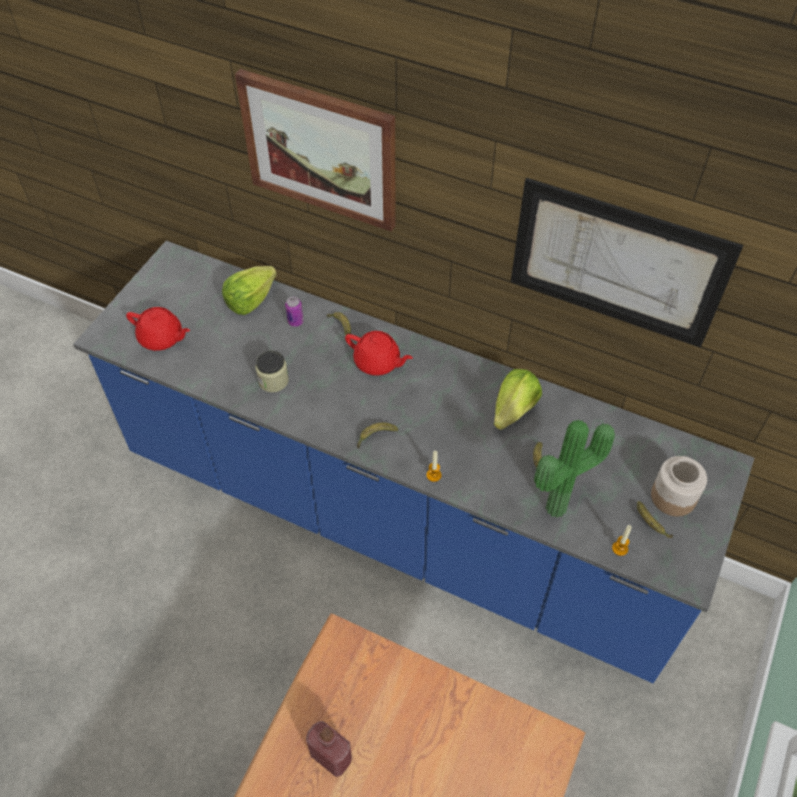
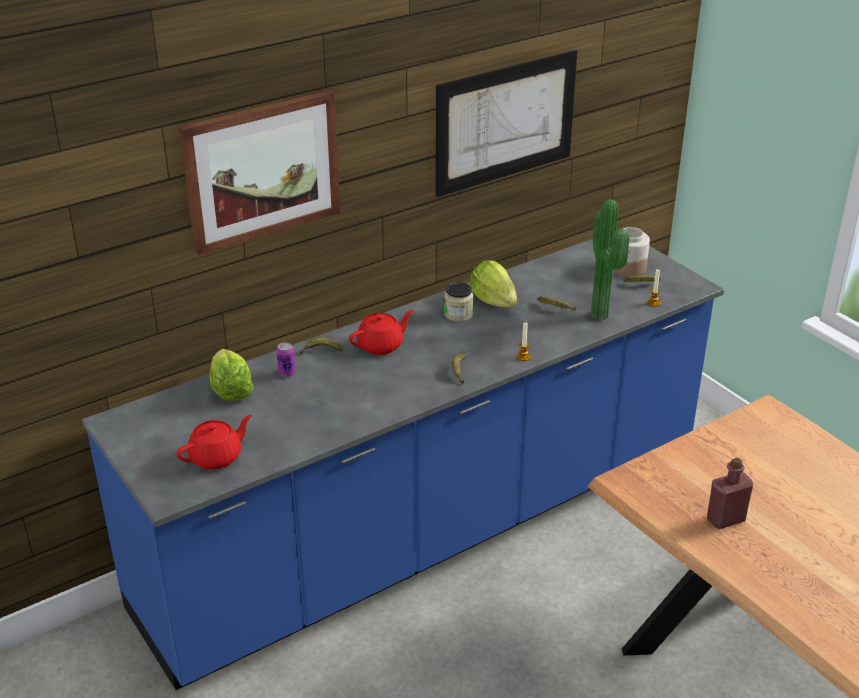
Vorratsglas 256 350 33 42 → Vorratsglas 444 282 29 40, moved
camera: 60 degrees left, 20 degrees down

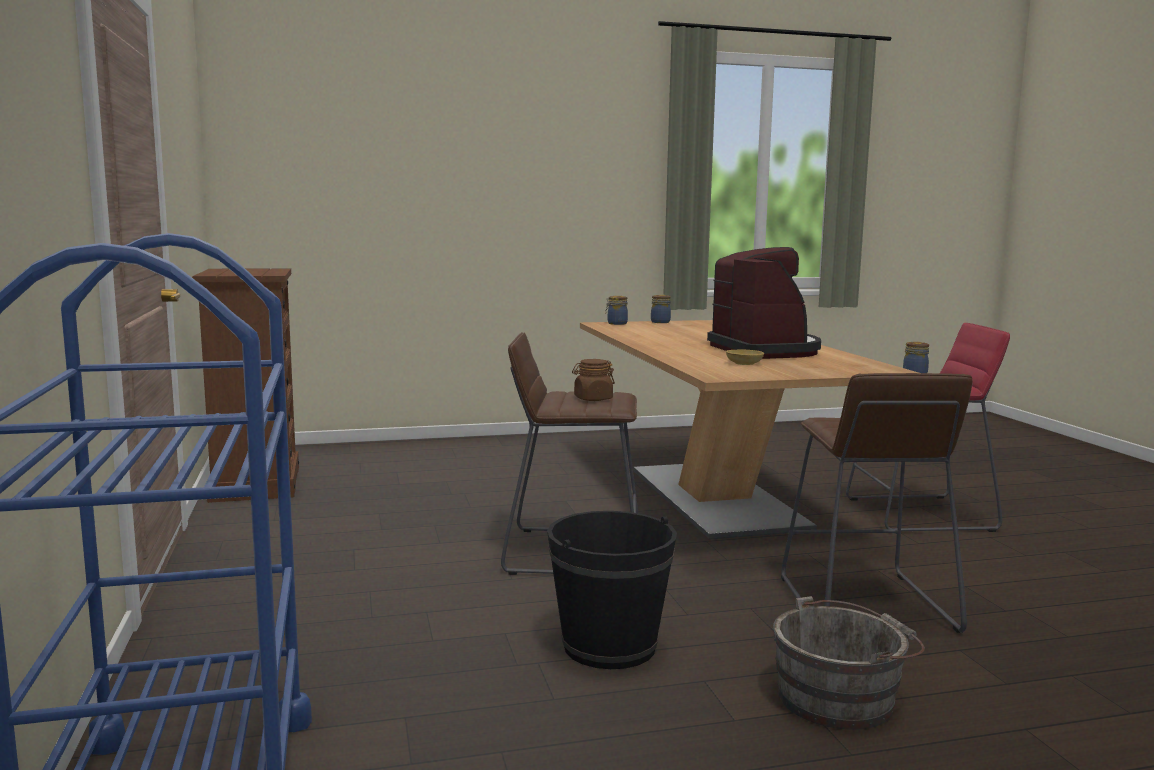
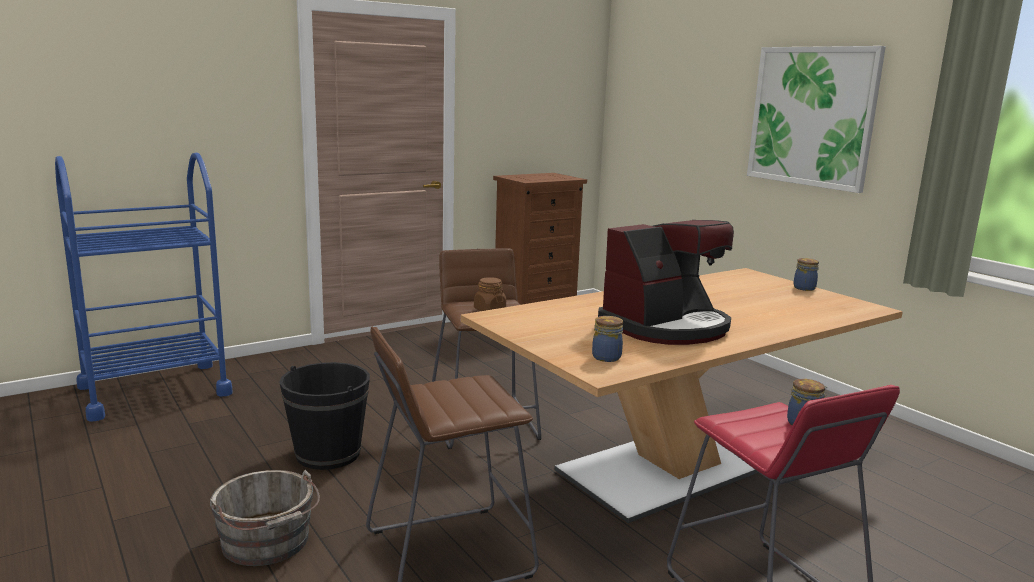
Vorratsglas 605 296 23 29 → Vorratsglas 592 316 31 46, moved
Schüssel (beige) 726 350 38 15 → -
- → Bild 747 46 139 147
camera: 70 degrees right, 5 degrees up

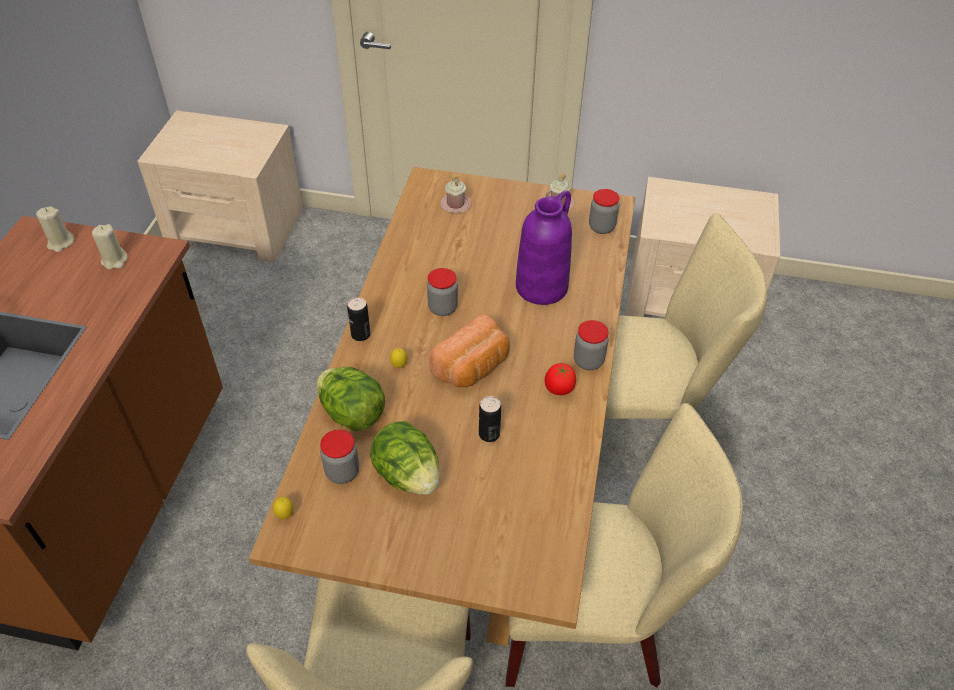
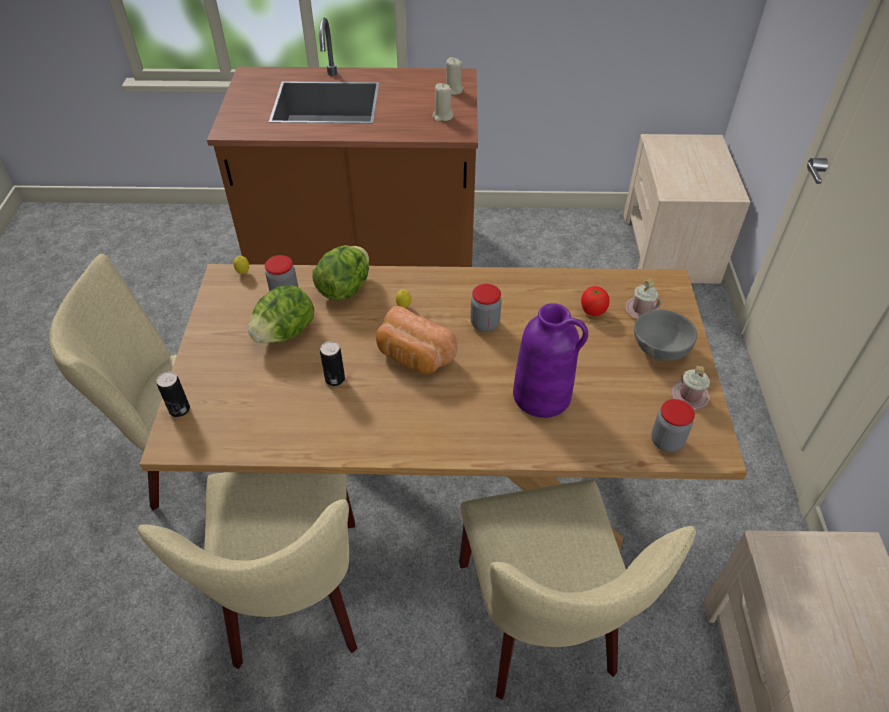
Dose 347 297 23 44 → Dose 157 371 33 46, moved
Vorratsglas 574 320 35 50 → -
Tomate 545 363 31 32 → Tomate 581 286 28 30, moved
- → Schüssel (grau) 634 310 63 51
camera: 80 degrees right, 0 degrees up

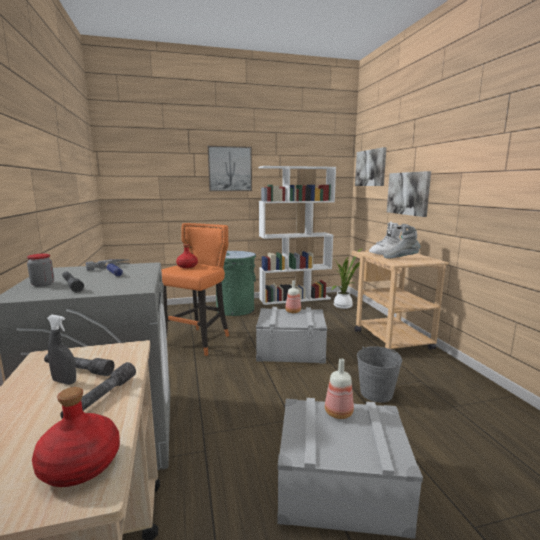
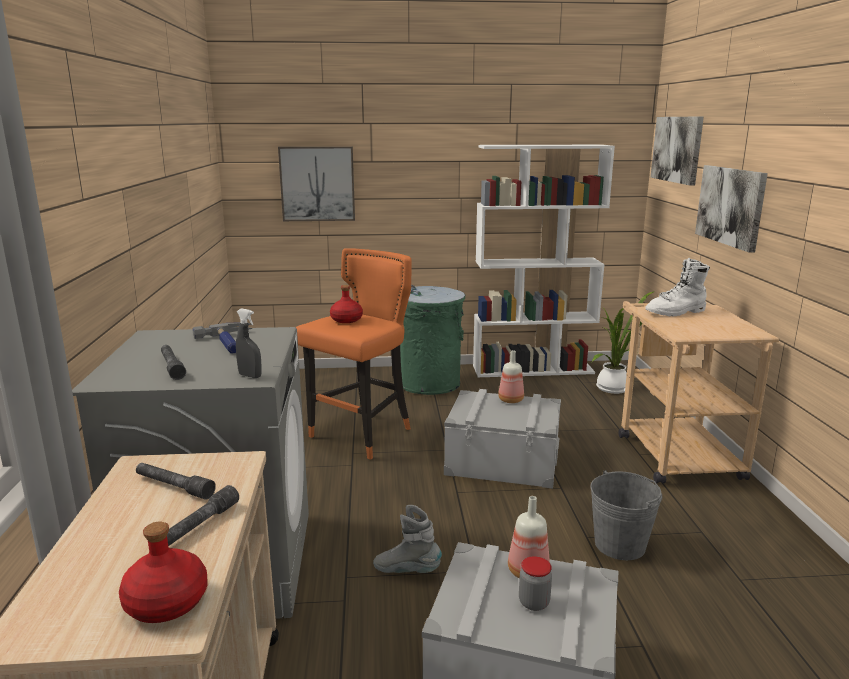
Bild 208 146 44 45 → Bild 278 146 77 75, moved
Stiefel (grau) 383 224 37 35 → Stiefel (grau) 373 505 69 68, moved
Vorratsglas 27 254 27 33 → Vorratsglas 519 556 33 55, moved
Sprühflasche (grau) 47 315 29 69 → Sprühflasche (grau) 236 308 26 70, moved
camera: 10 degrees right, 5 degrees up

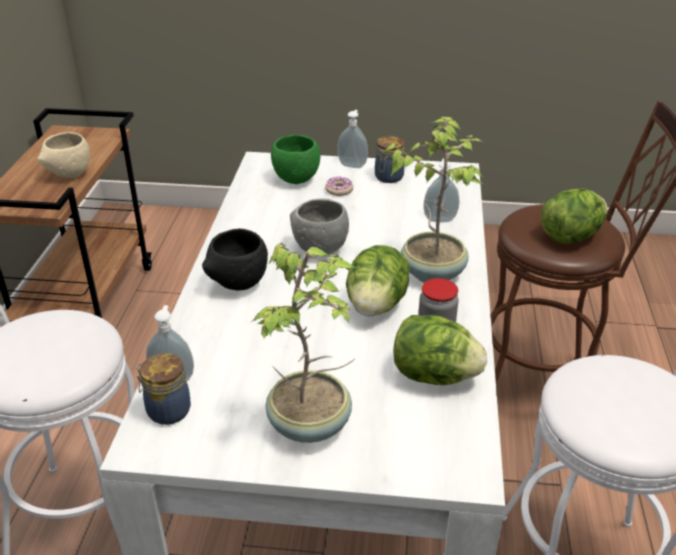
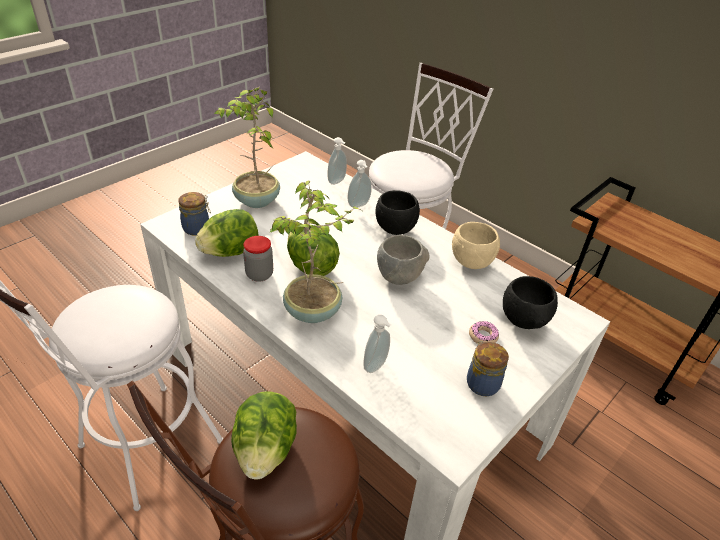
Seifenspender 337 110 31 58 → Seifenspender 348 160 24 48, moved
Schüssel (beige) 38 132 52 46 → Schüssel (beige) 452 222 48 47, moved
Schüssel (grün) 271 135 49 49 → Schüssel (schwarz) 503 276 55 53
Vorratsglas 136 353 55 72 → Vorratsglas 178 192 33 44, moved
camera: 125 degrees right, 5 degrees up

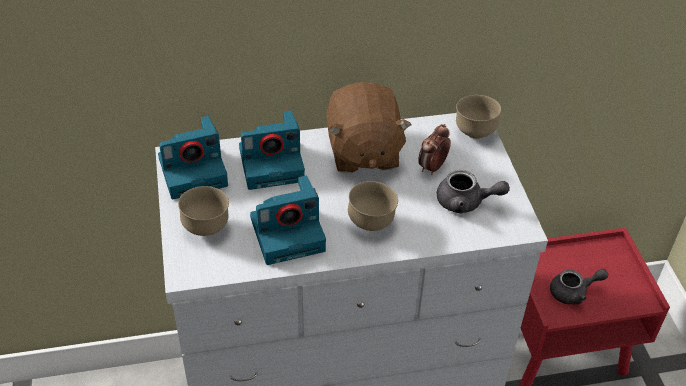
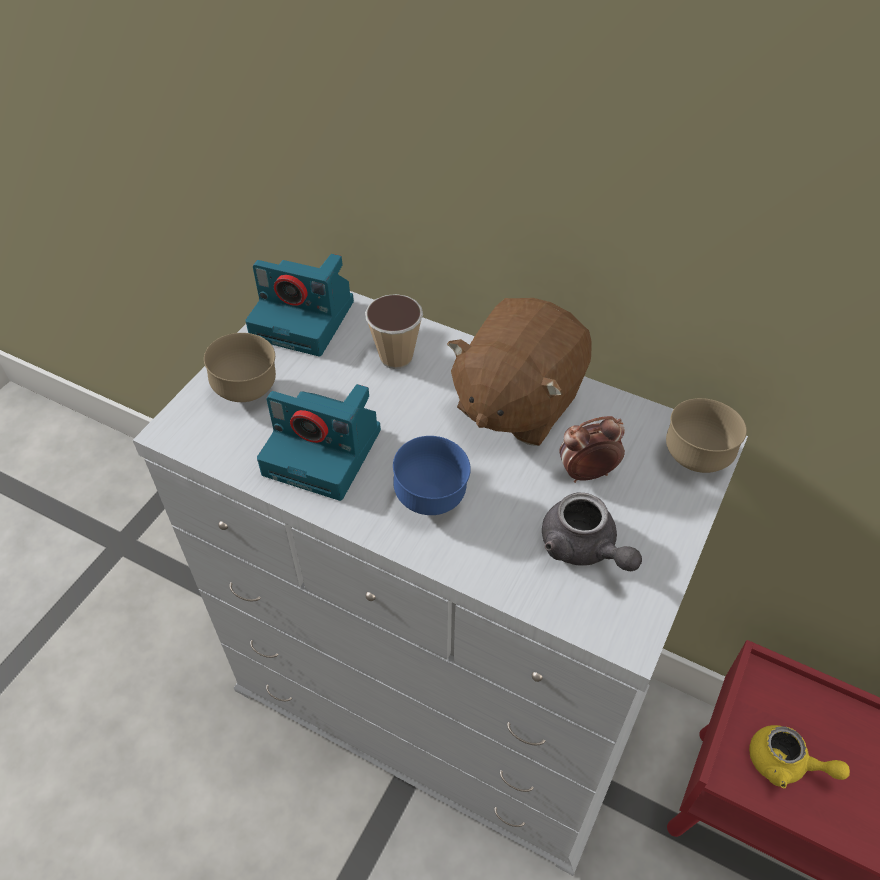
Kamera 239 110 66 80 → Tasse 365 294 58 75
Schüssel (braun) 348 181 50 50 → Schüssel (blau) 393 436 78 79
Teekanne (grau) 550 269 58 36 → Teekanne (gelb) 749 725 101 63
camera: 40 degrees right, 5 degrees up

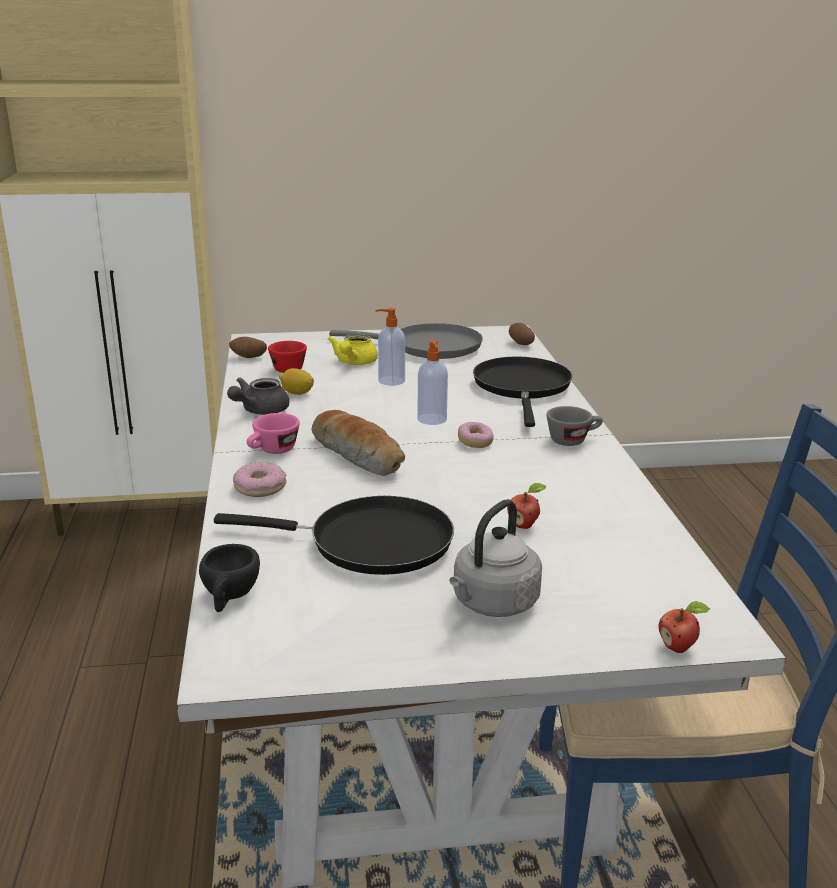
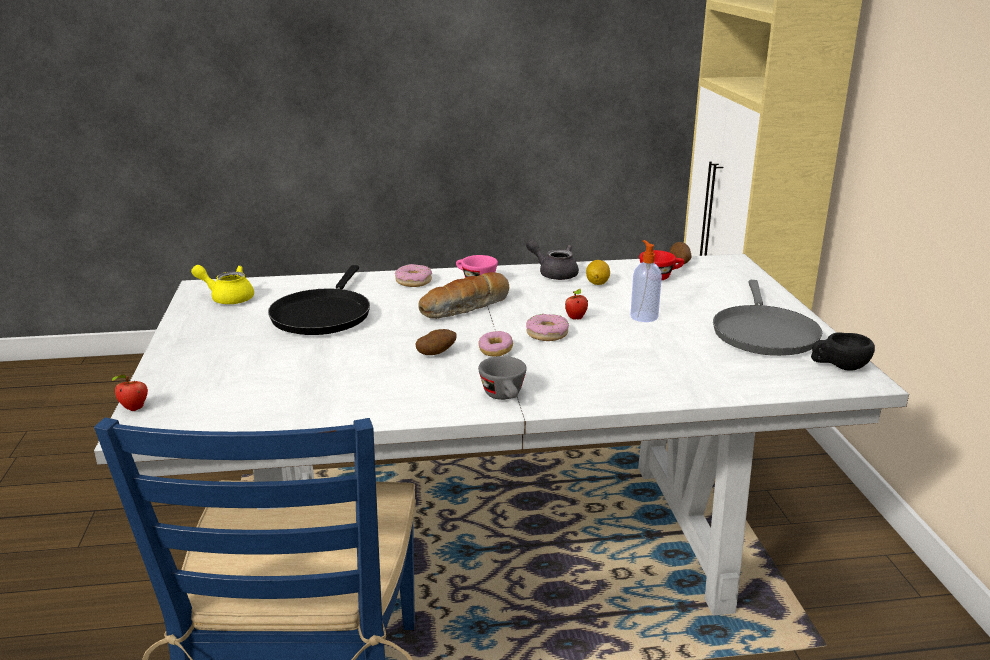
Kartoffel 509 323 26 22 → Kartoffel 416 329 41 26, moved
Teekanne (gelb) 328 334 50 31 → Teekanne (gelb) 191 265 63 39, moved
Seifenspender 417 340 31 85 → Donut 526 314 43 27
Pfanne (schwarz) 473 357 99 70 → -
Apfel 507 483 39 46 → Apfel 565 289 23 30, moved
Wasserkessel (grau) 450 499 92 118 → -
Tasse (schwarz) 199 544 61 68 → Tasse (schwarz) 811 333 64 38, moved
camera: 90 degrees right, 0 degrees up

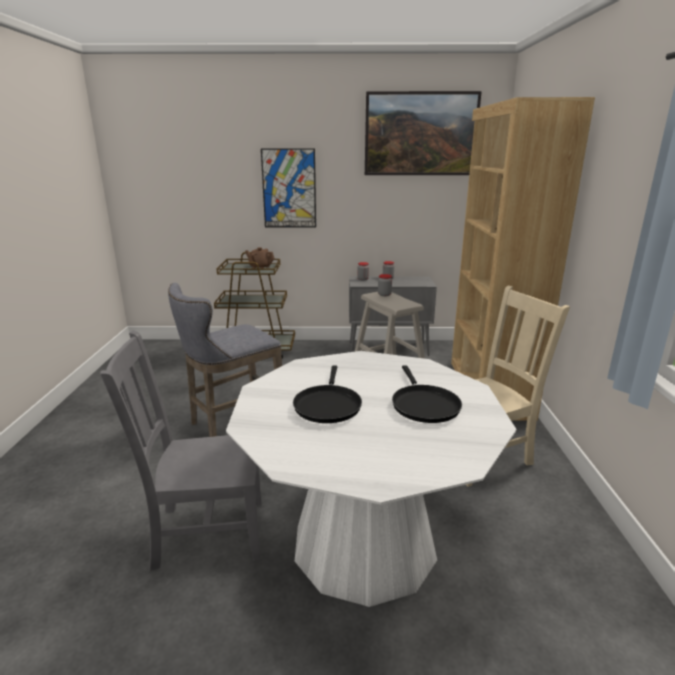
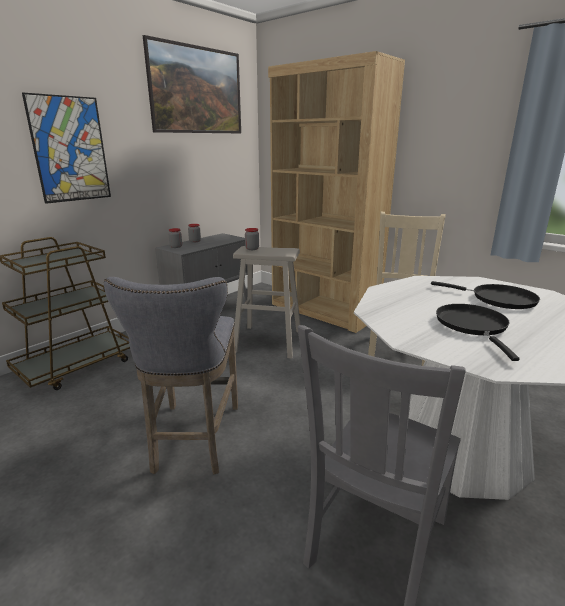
Teekanne (braun) 245 247 29 22 → -
Pfanne (schwarz) 293 365 69 58 → Pfanne (schwarz) 436 304 83 57, 135 degrees counterclockwise
camera: 50 degrees left, 0 degrees up

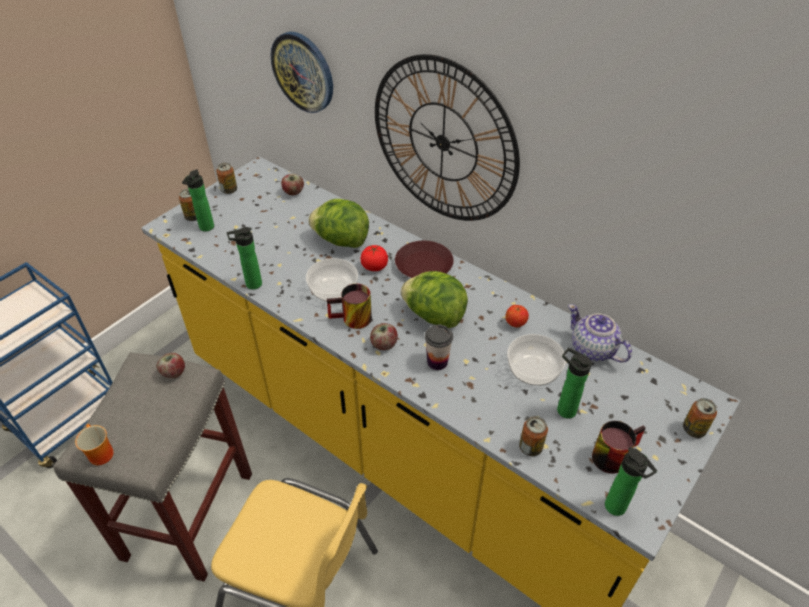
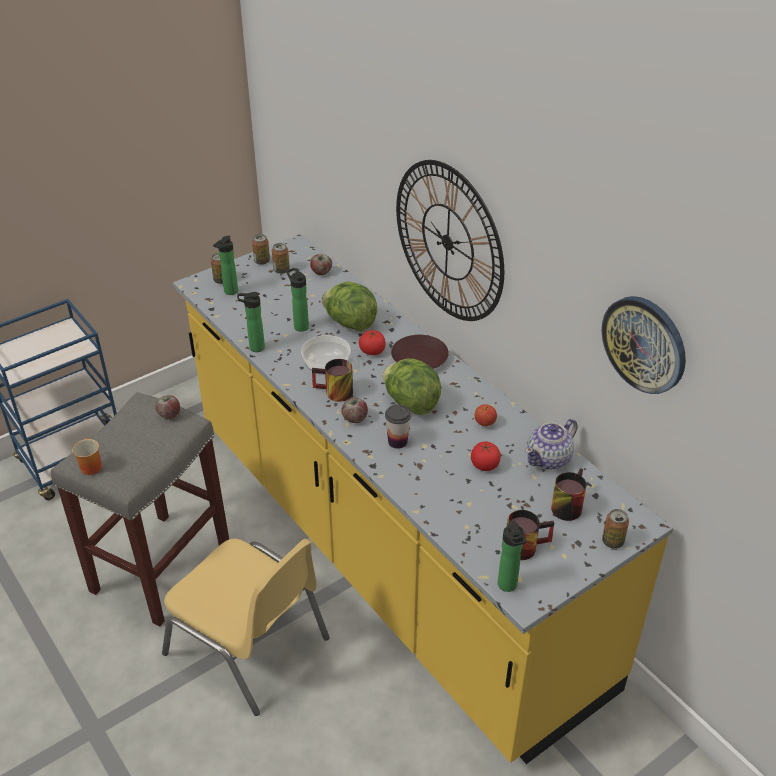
Wanduhr 271 32 62 81 → Wanduhr 602 296 84 98, moved
Teekanne 568 304 64 59 → Teekanne 525 419 52 51, 105 degrees counterclockwise
Schüssel 507 334 59 52 → Tomate 471 442 30 29
Flasche 557 348 35 71 → Flasche 286 268 23 64, moved
Dose 519 416 29 40 → Dose 272 243 18 31, moved
- → Henkelbecher 551 468 36 53
camera: 15 degrees right, 5 degrees down

